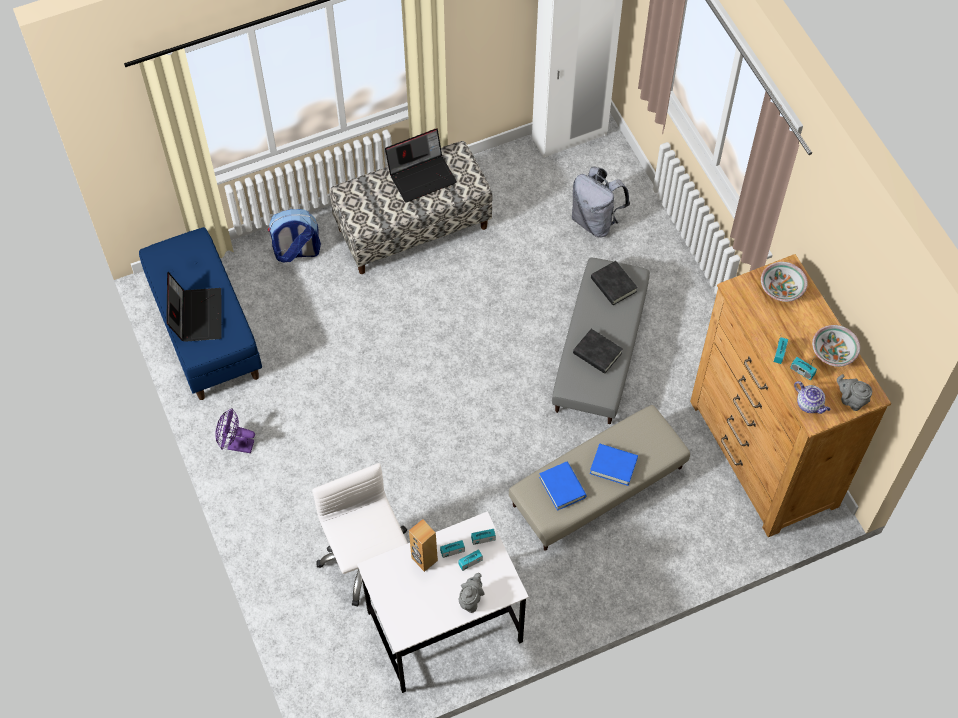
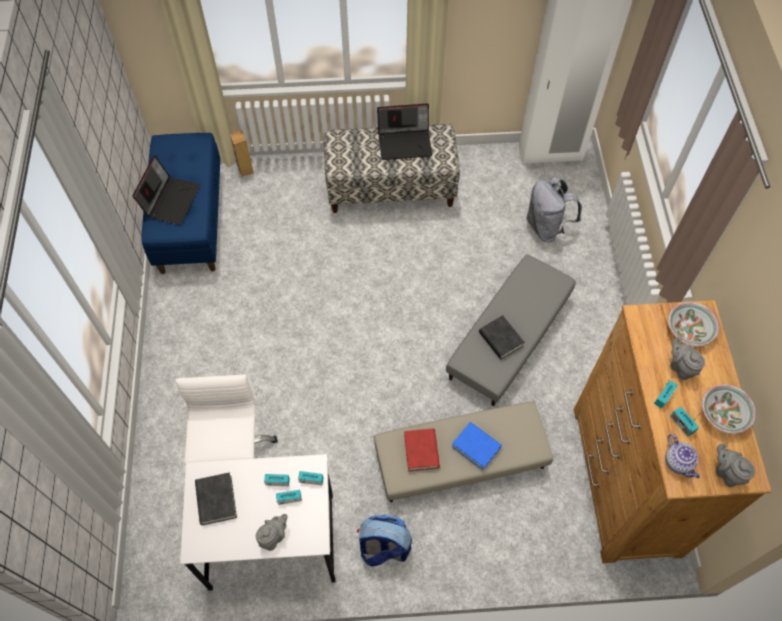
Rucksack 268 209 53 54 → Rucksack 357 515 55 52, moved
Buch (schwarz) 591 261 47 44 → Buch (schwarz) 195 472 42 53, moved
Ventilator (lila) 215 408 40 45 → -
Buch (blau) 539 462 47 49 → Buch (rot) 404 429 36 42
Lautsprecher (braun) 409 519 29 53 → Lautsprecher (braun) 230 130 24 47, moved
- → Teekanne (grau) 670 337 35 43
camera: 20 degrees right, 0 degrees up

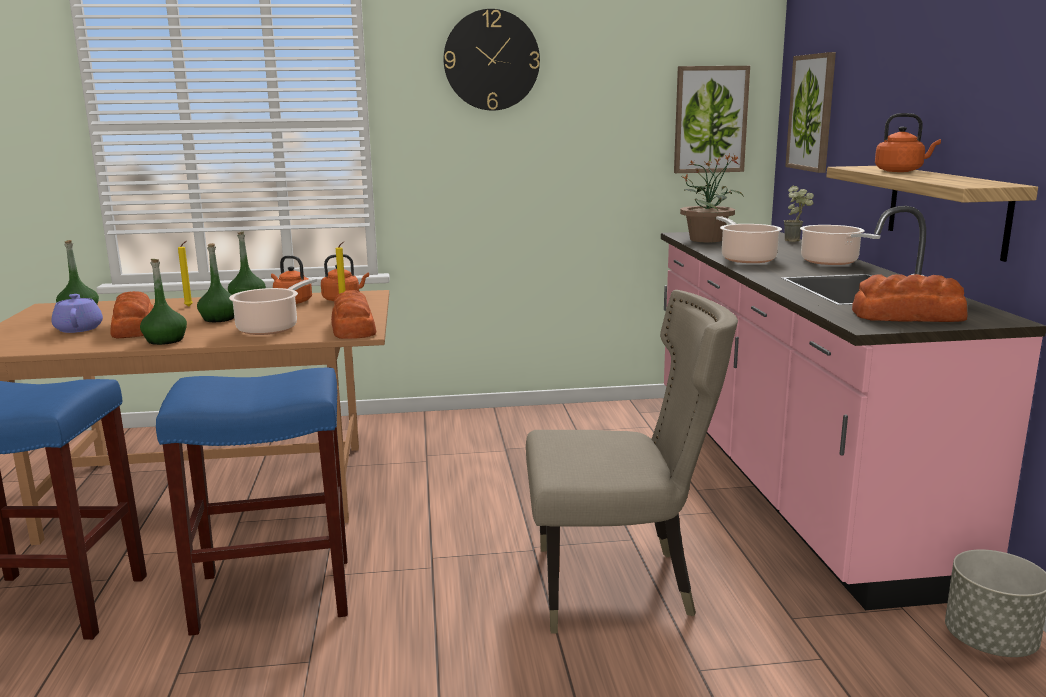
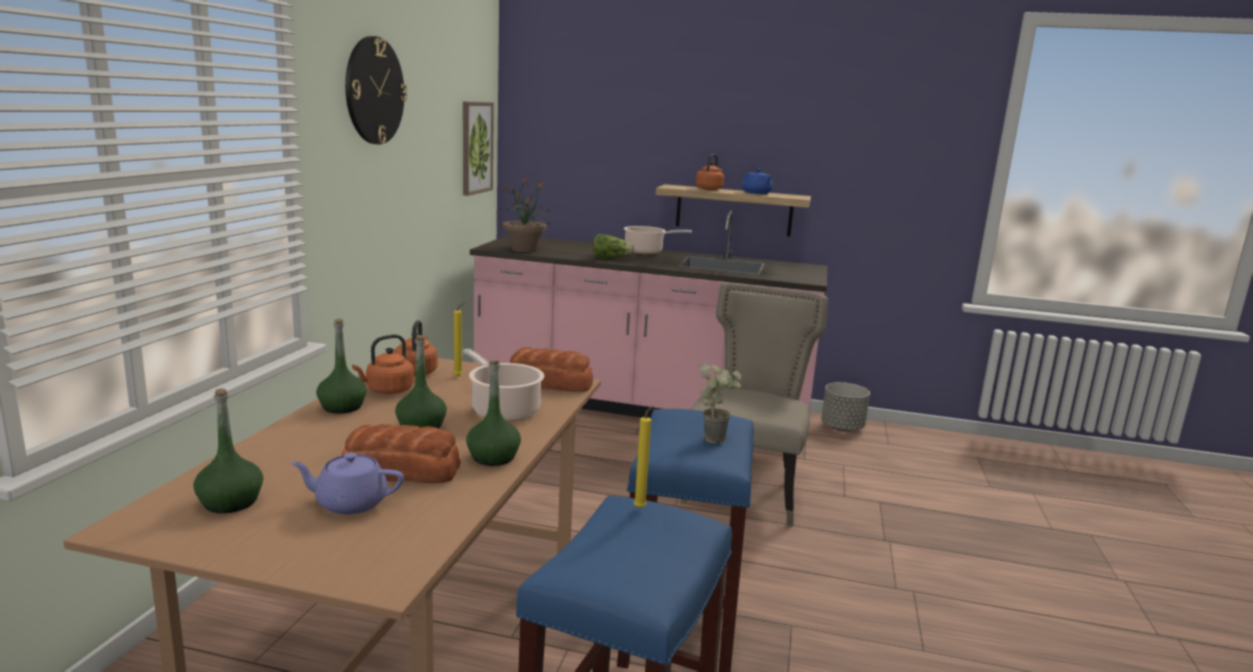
Bild 785 52 51 121 → -
Topfpflanze 784 186 30 56 → Topfpflanze 699 363 43 81, moved
Kochtopf 716 216 66 47 → Salatkopf 593 234 42 24
Kerze (gelb) 178 241 15 65 → Kerze (gelb) 633 406 20 102, moved
Brot 852 274 115 48 → -
- → Teekanne (blau) 742 169 31 25
camera: 70 degrees left, 0 degrees up

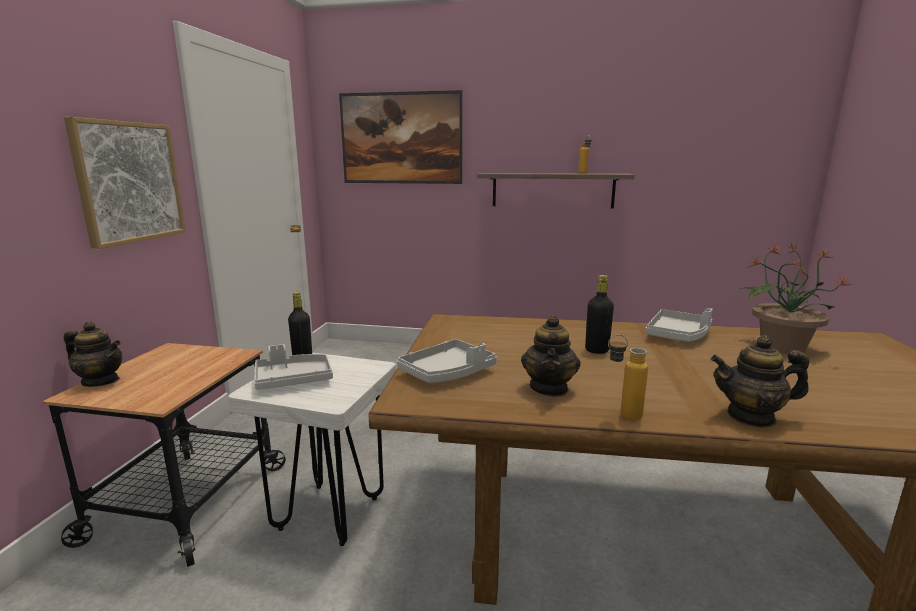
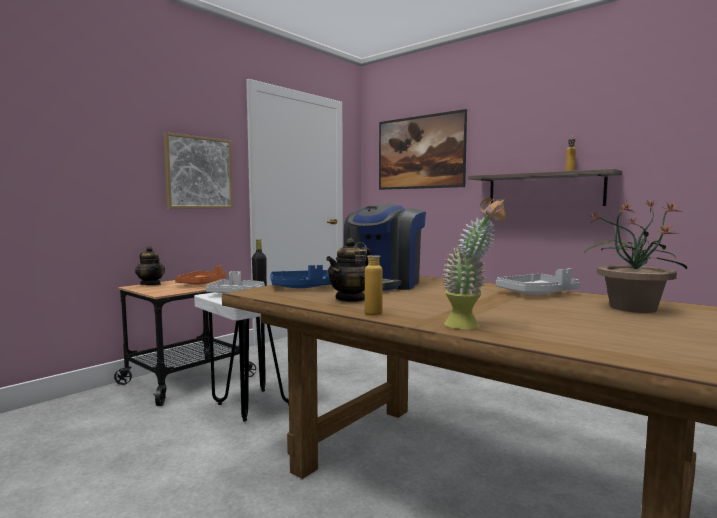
Flasche (schwarz) 585 275 29 79 → -
Teekanne 711 335 98 92 → Topfpflanze 442 198 64 131
Tablett (grau) 397 339 100 44 → Tablett (blau) 270 265 61 23
- → Kaffeemaschine 344 203 82 87
- → Tablett (orange) 175 265 51 20
camera: 30 degrees right, 10 degrees down

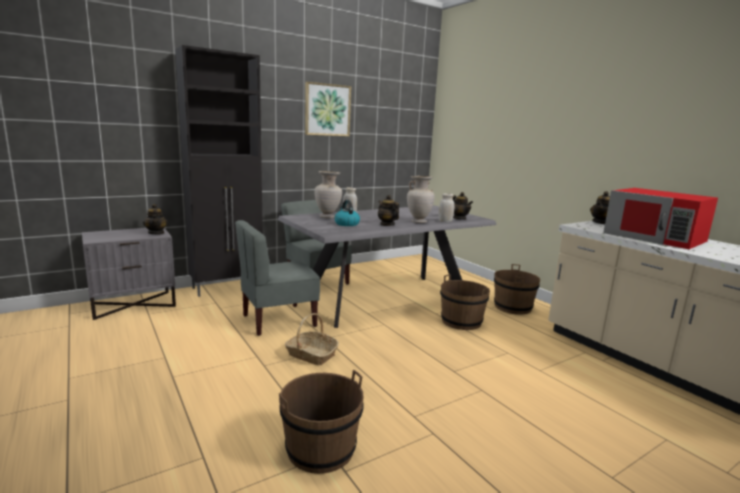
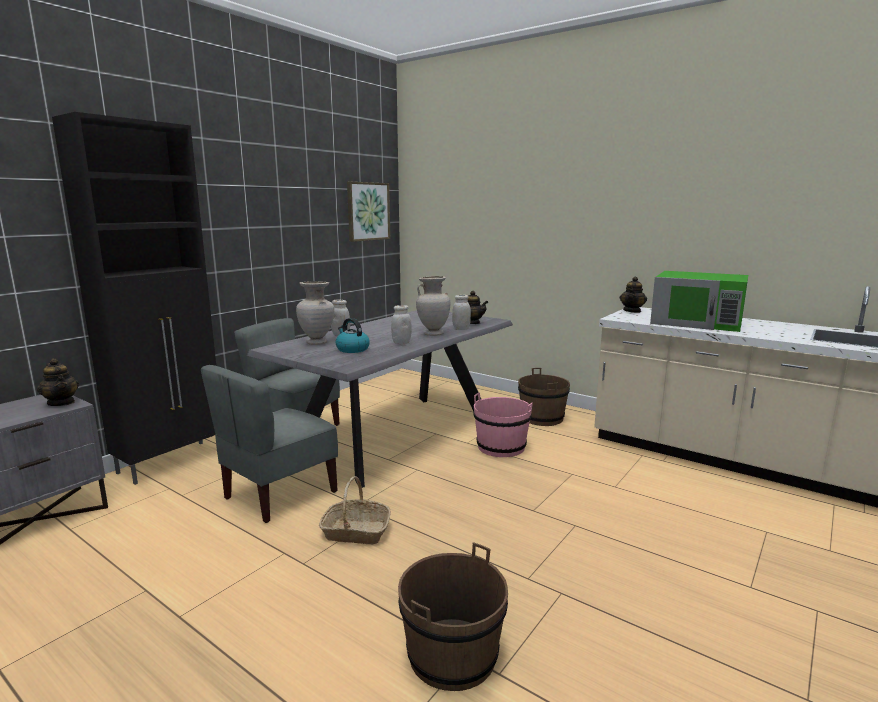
Bild 305 82 46 54 → Bild 347 182 43 60, moved
Mikrowelle (rot) 603 188 115 61 → Mikrowelle (grün) 650 271 98 61
Teekanne 378 195 21 31 → Vorratsglas (weiß) 391 305 21 40
Eimer (braun) 440 274 50 56 → Eimer (rosa) 473 393 60 64
camera: 20 degrees left, 0 degrees up

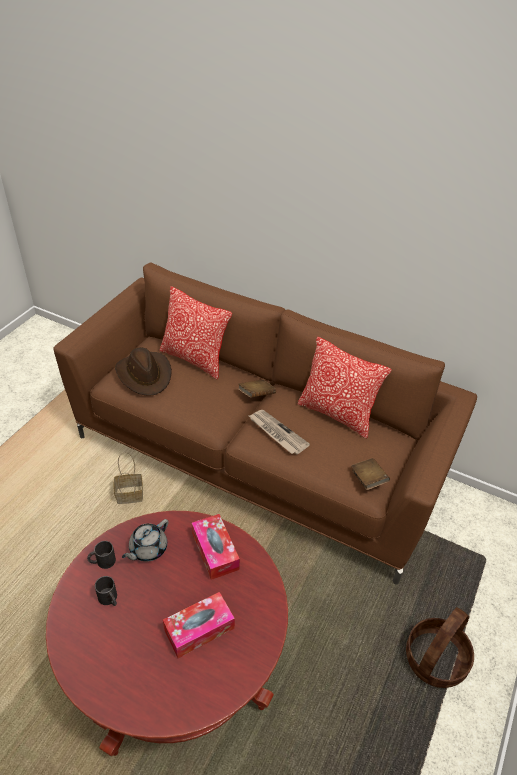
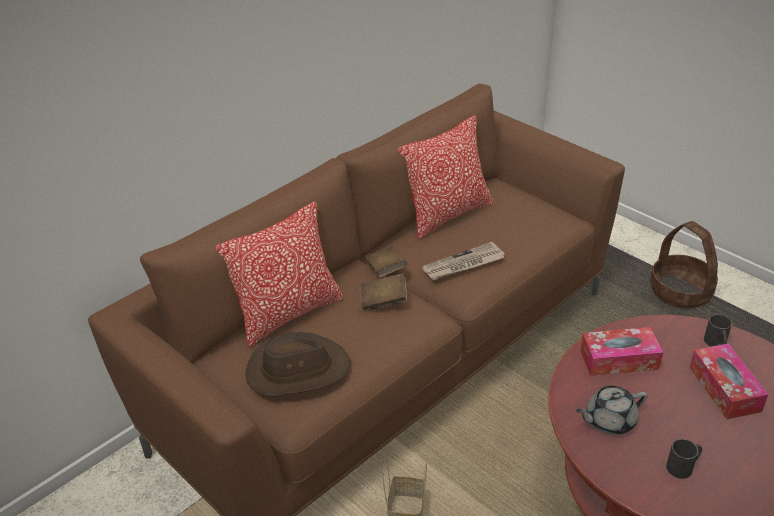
Buch (braun) 351 458 39 32 → Buch (braun) 361 273 46 38, moved
Teekanne (grau) 122 519 46 43 → Teekanne (grau) 576 386 72 48, 105 degrees clockwise
Henkelbecher (schwarz) 87 541 29 28 → Henkelbecher (schwarz) 704 314 28 33, moved
camera: 70 degrees left, 5 degrees down

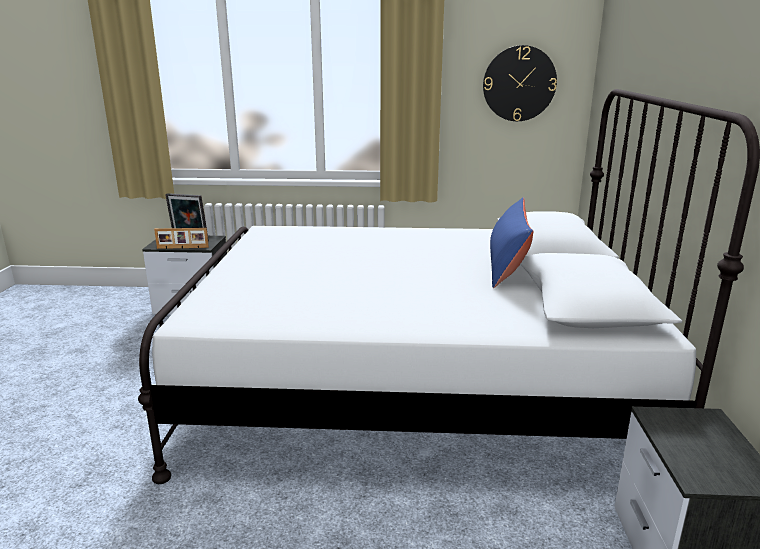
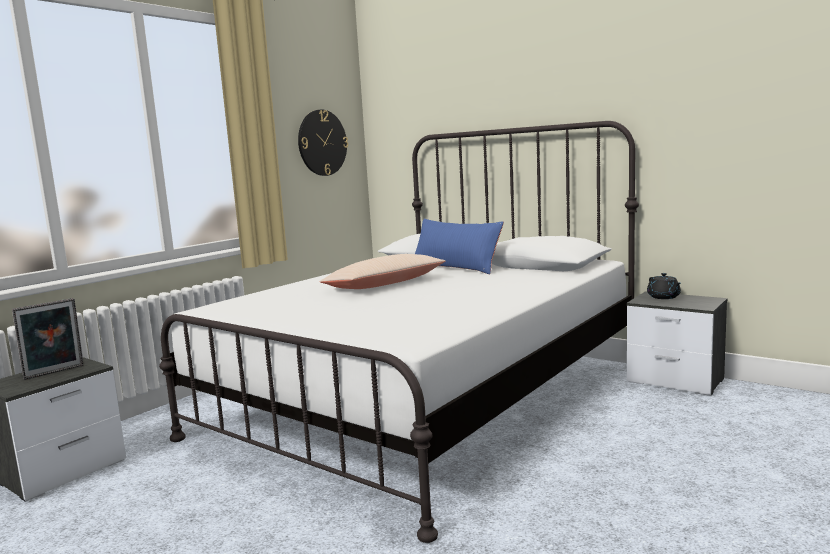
Bilderrahmen 154 228 55 21 → -
- → Kissen (beige) 320 254 126 35
- → Teekanne (schwarz) 647 273 34 26
camera: 55 degrees left, 10 degrees down

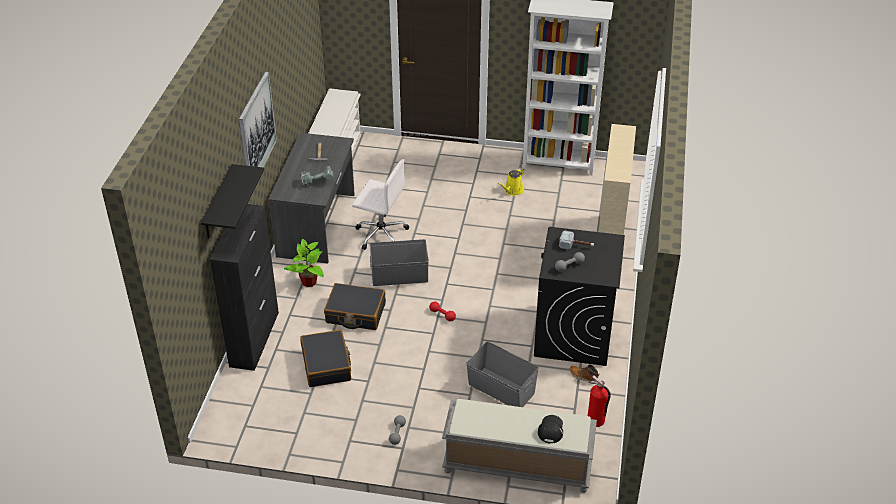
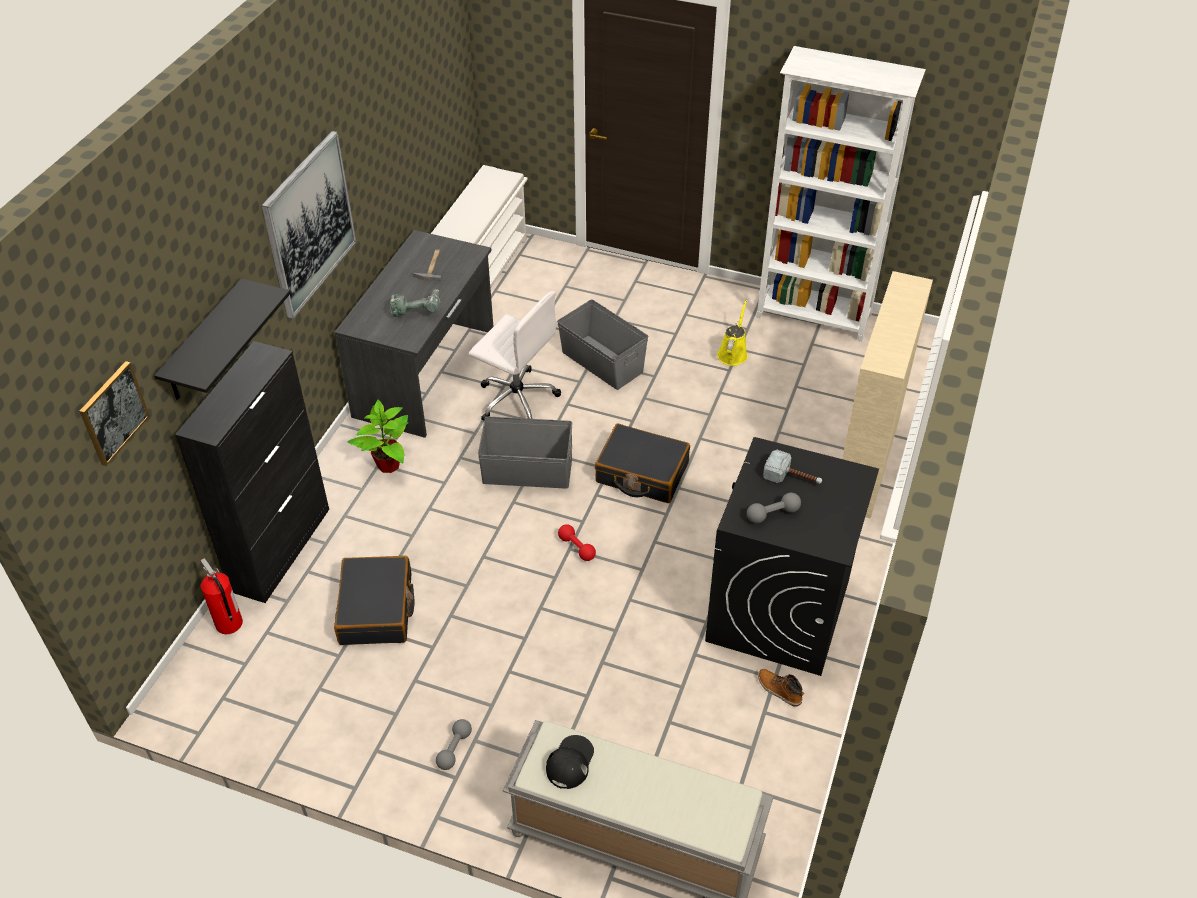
Gießkanne (gelb) 498 168 26 28 → Gießkanne (gelb) 717 300 31 66, 150 degrees clockwise
Koffer (schwarz) 324 283 62 47 → Koffer (schwarz) 595 423 95 80, moved
Aufbewahrungsbox (grau) 466 342 73 65 → Aufbewahrungsbox (grau) 557 299 91 91, moved
Feuerlöscher 588 376 23 51 → Feuerlöscher 200 558 43 76, moved
Kappe (schwarz) 538 415 25 28 → Kappe (schwarz) 546 735 48 54, moved
- → Bild 80 361 70 105
camera: 10 degrees right, 5 degrees up

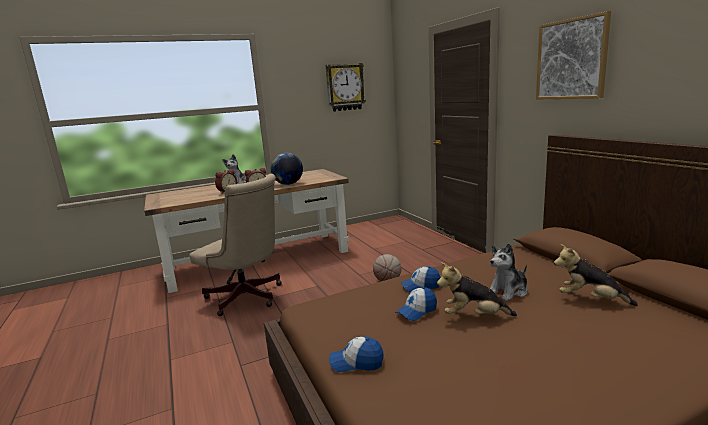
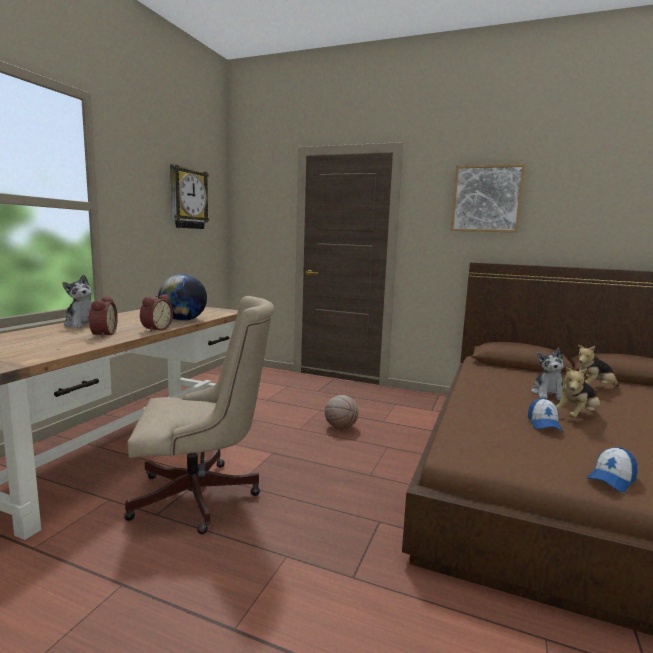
Kappe 401 266 40 26 → -
camera: 45 degrees left, 5 degrees down

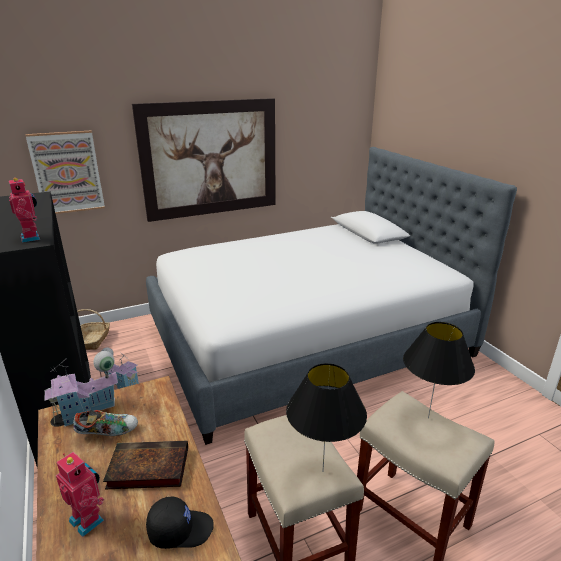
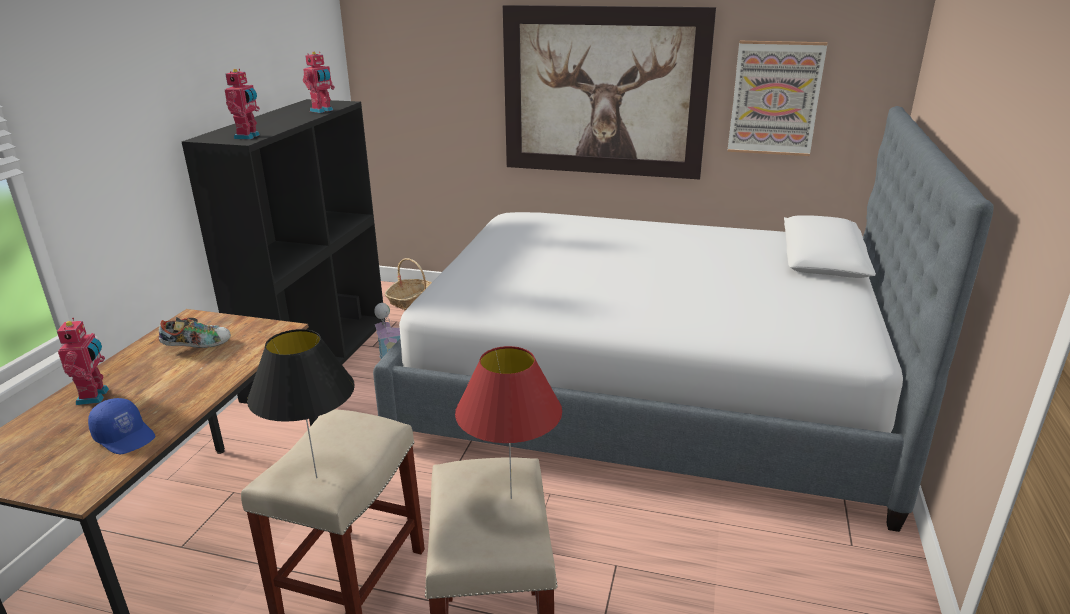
Bild 25 130 80 84 → Bild 728 41 99 115, moved
Tischlampe (schwarz) 403 322 72 97 → Tischlampe (rot) 455 346 107 153
Spielzeughaus 44 351 74 76 → -
Schuh 73 410 65 26 → Schuh 159 317 72 31, 45 degrees counterclockwise
Buch 103 441 85 48 → -
Kappe (schwarz) 146 497 68 52 → Kappe (blau) 88 398 67 56
- → Spielzeugroboter 303 52 32 61
camera: 40 degrees right, 0 degrees up

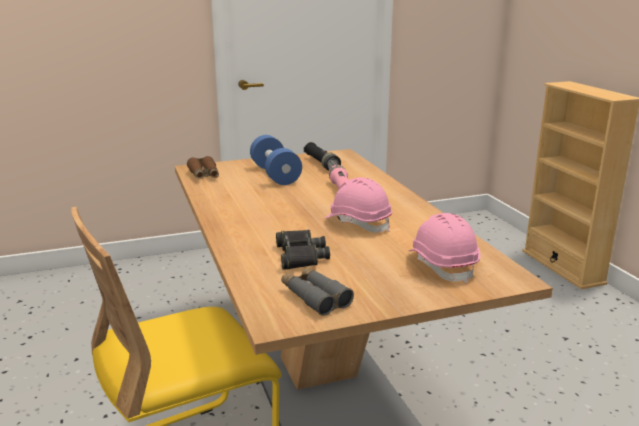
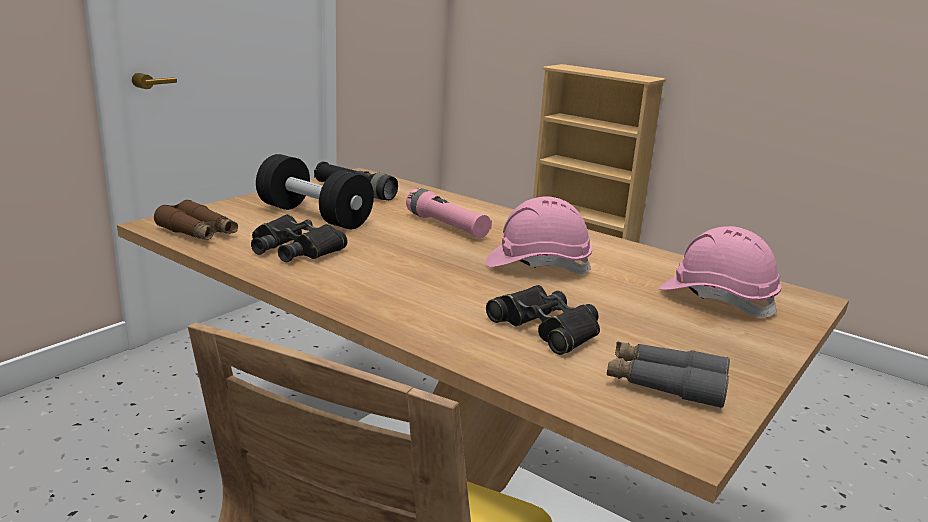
Hantel (blau) 250 135 52 50 → Hantel (schwarz) 256 154 118 75
- → Fernglas (schwarz) 251 214 97 48
camera: 35 degrees left, 0 degrees up

